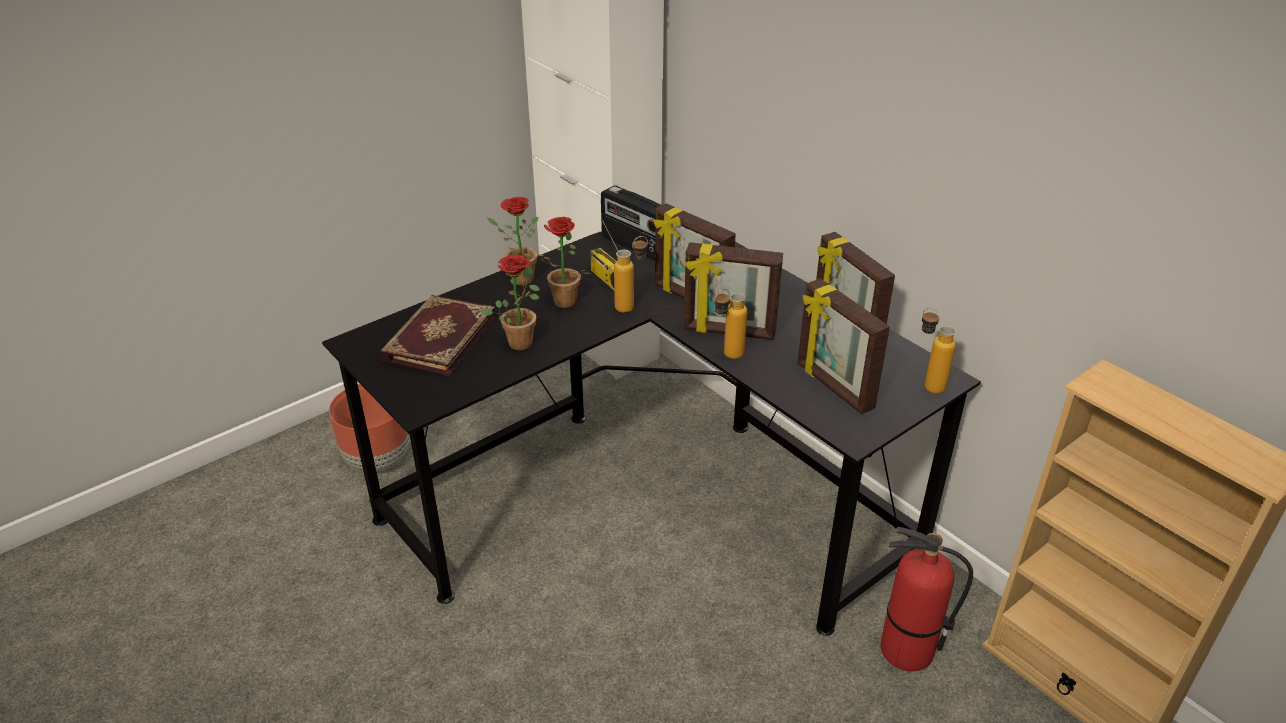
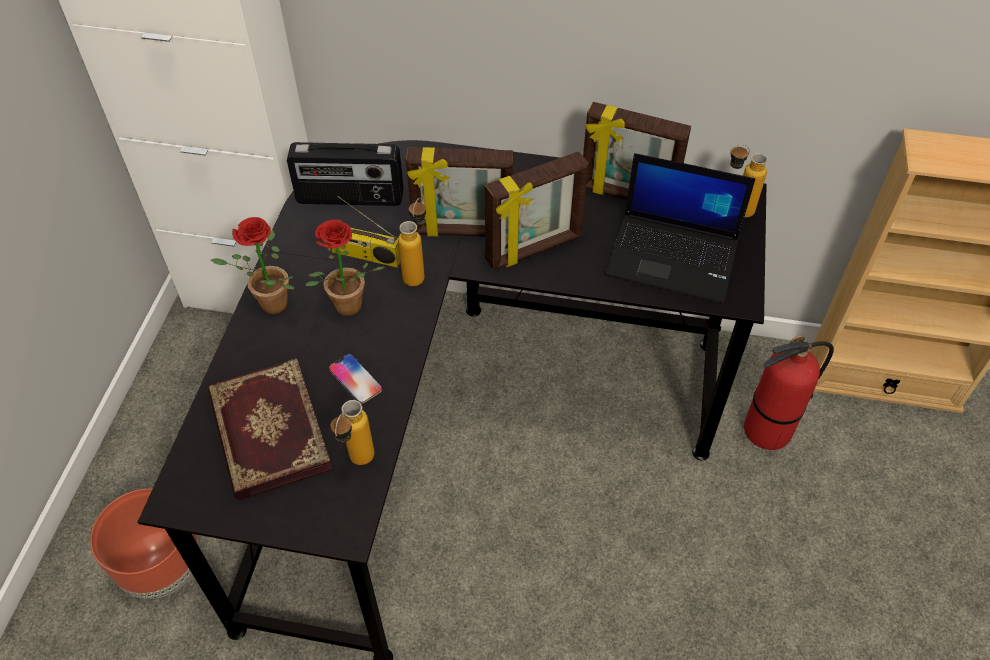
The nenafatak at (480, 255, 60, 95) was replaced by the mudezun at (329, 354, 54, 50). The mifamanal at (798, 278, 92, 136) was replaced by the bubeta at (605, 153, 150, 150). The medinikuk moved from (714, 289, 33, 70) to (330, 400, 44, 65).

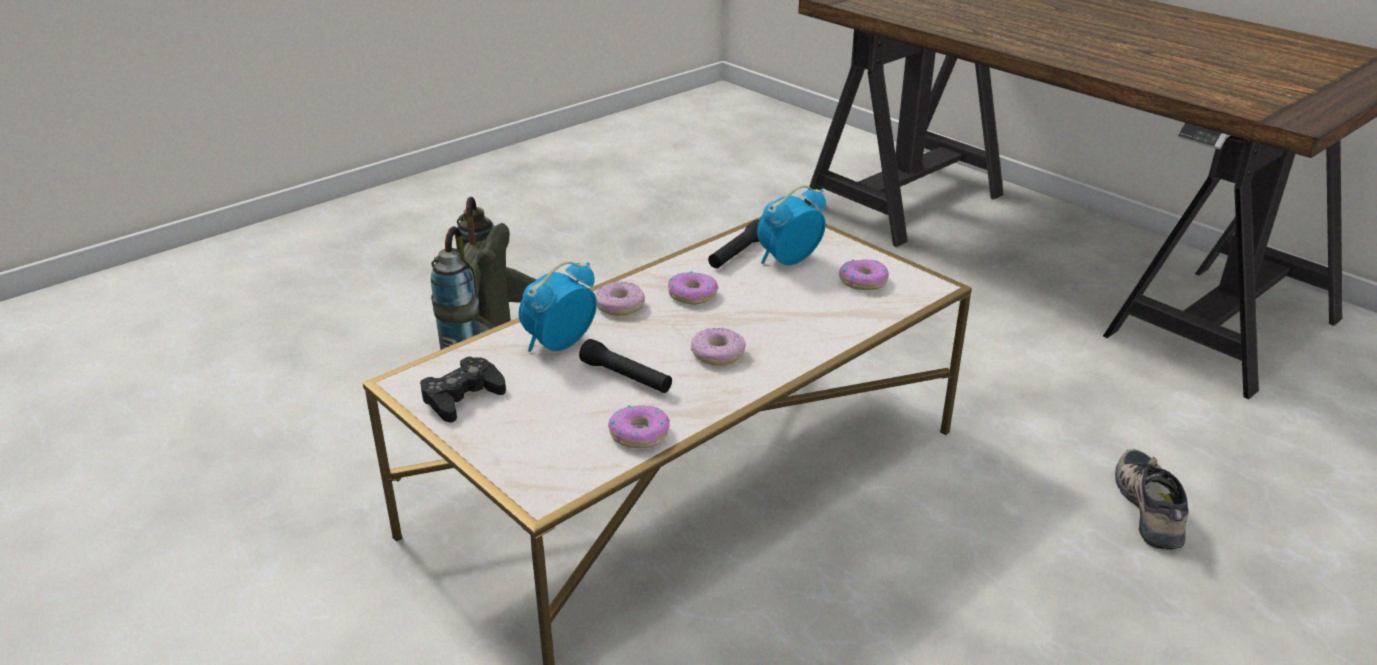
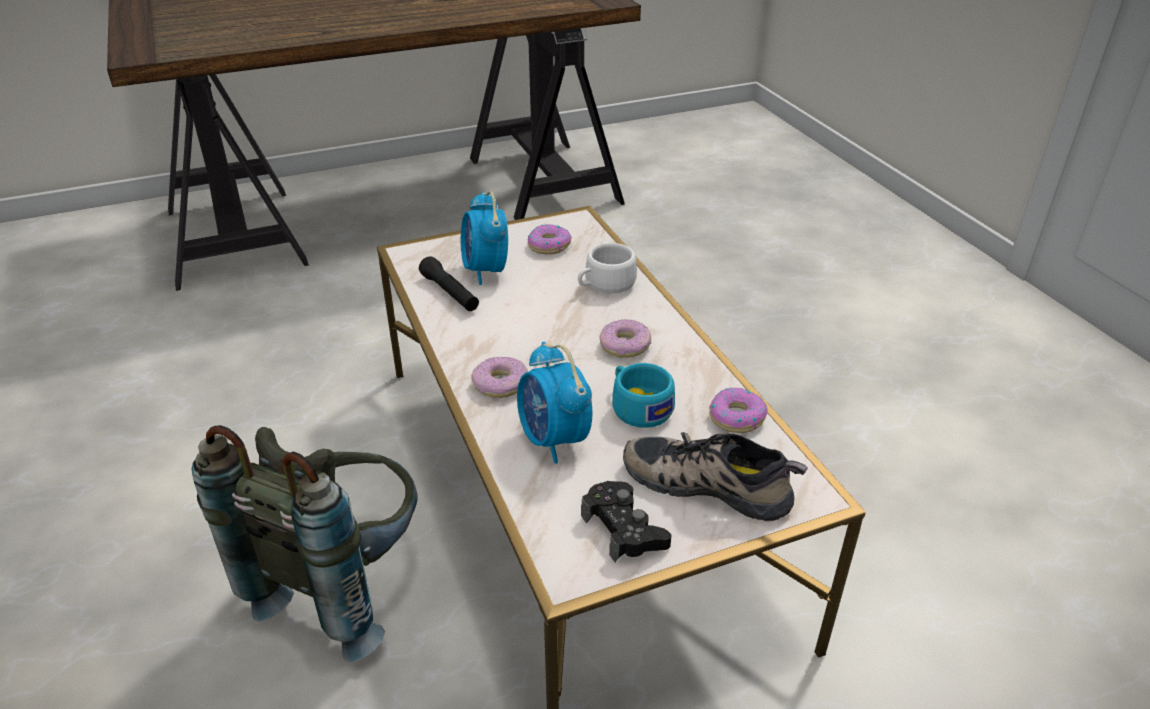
The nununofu at (668, 271, 51, 34) disappeared. The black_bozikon at (579, 339, 93, 54) was replaced by the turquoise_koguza at (612, 363, 63, 65). The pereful moved from (1115, 449, 73, 101) to (623, 432, 185, 90). The white_koguza at (578, 243, 59, 51) appeared.

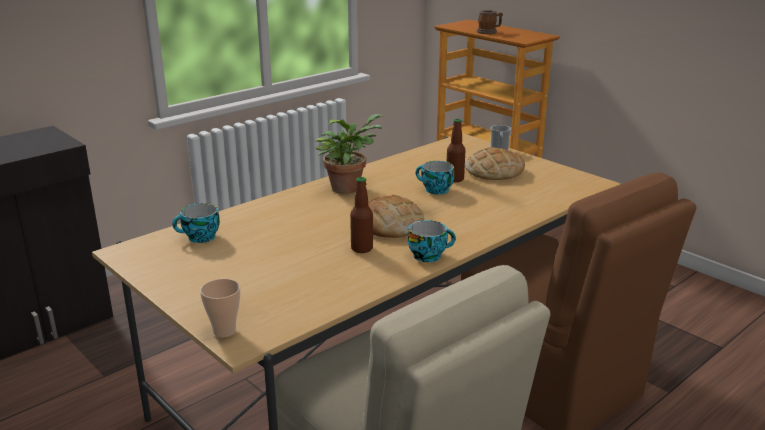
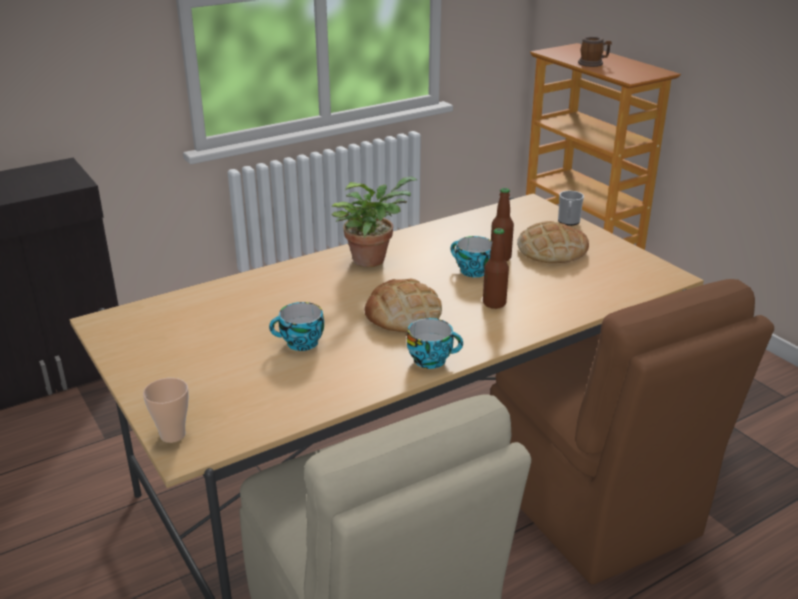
The medinikuk moved from (350, 177, 23, 76) to (483, 228, 26, 81). The koguza moved from (172, 203, 48, 40) to (269, 302, 55, 49).

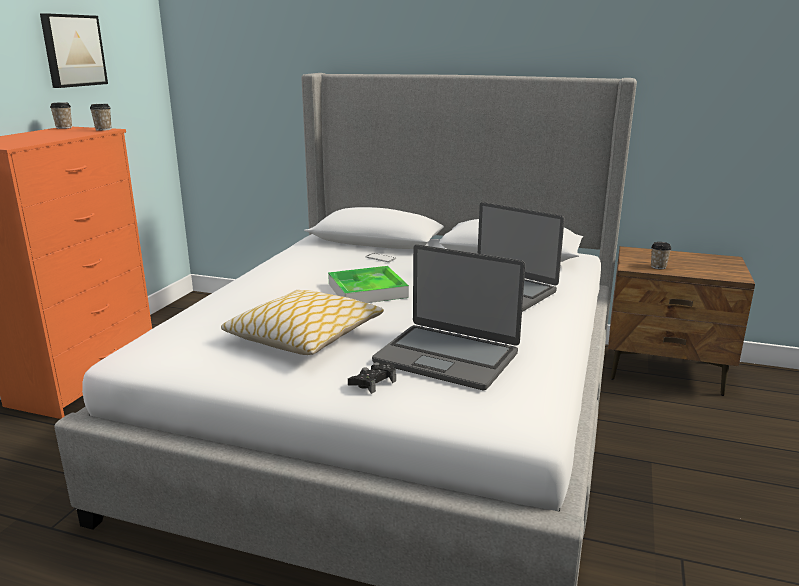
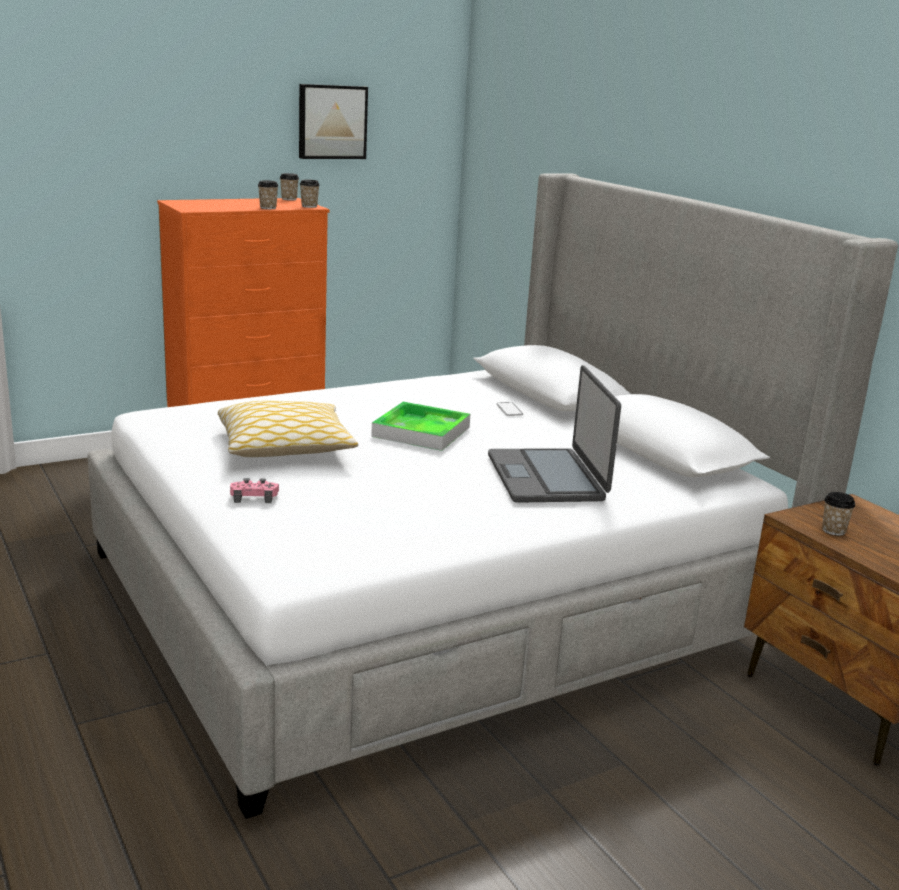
The bubeta at (372, 244, 153, 146) disappeared. The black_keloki at (348, 362, 48, 32) became the pink_keloki at (230, 478, 49, 25). The koguza at (258, 180, 21, 29) appeared.

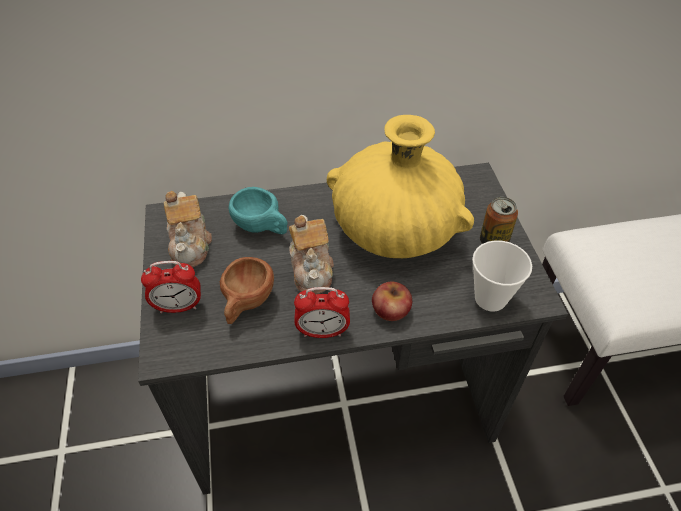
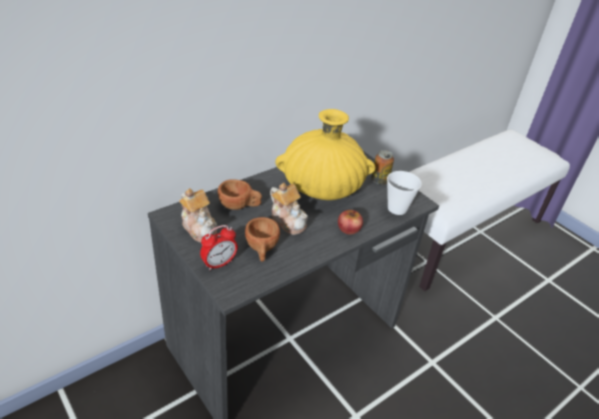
The turquoise_koguza at (229, 187, 59, 47) became the brown_koguza at (218, 179, 44, 31). The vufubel at (294, 287, 56, 51) disappeared.

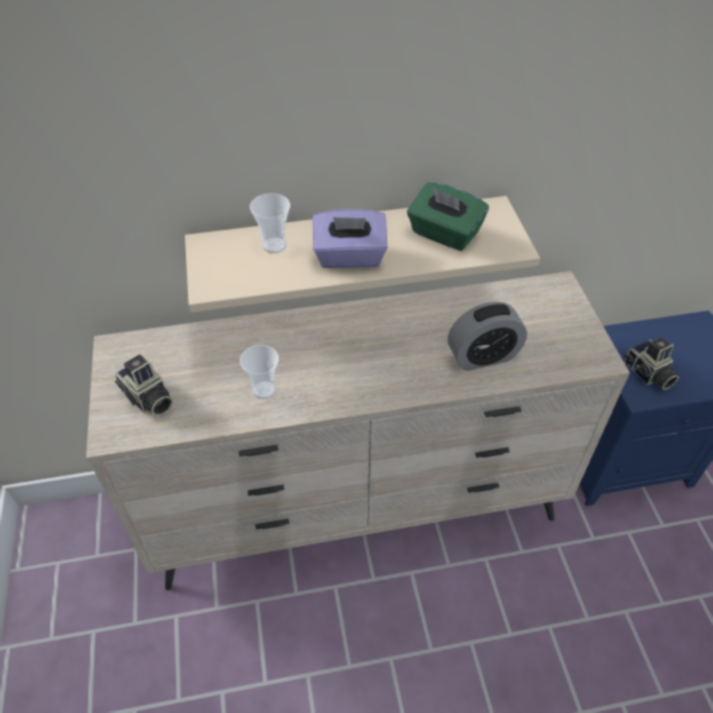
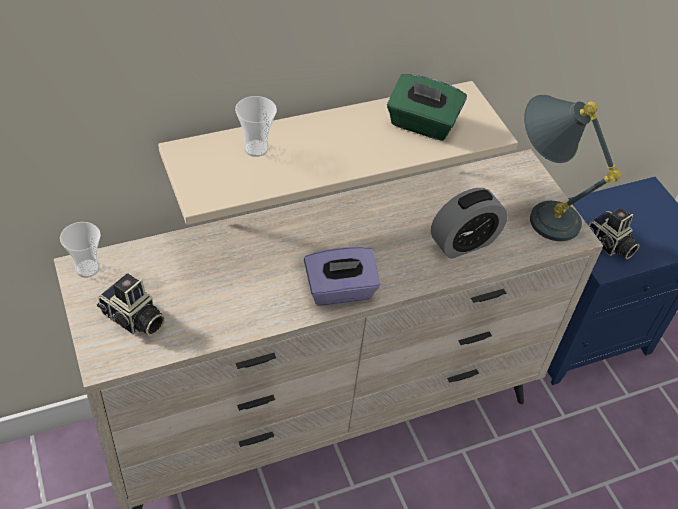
The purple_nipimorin moved from (313, 209, 74, 59) to (304, 247, 76, 59). The koguza moved from (240, 345, 39, 54) to (60, 222, 41, 56). The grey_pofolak at (524, 95, 97, 146) appeared.

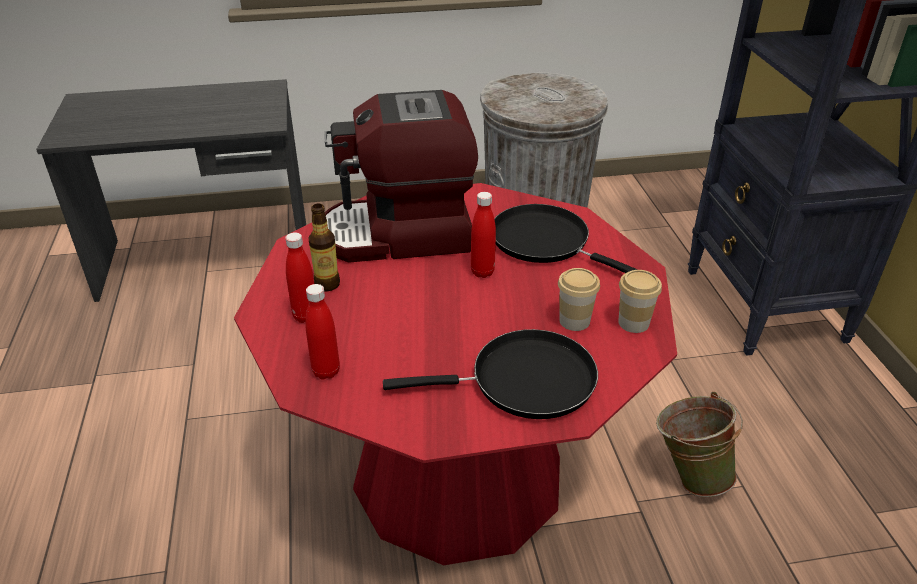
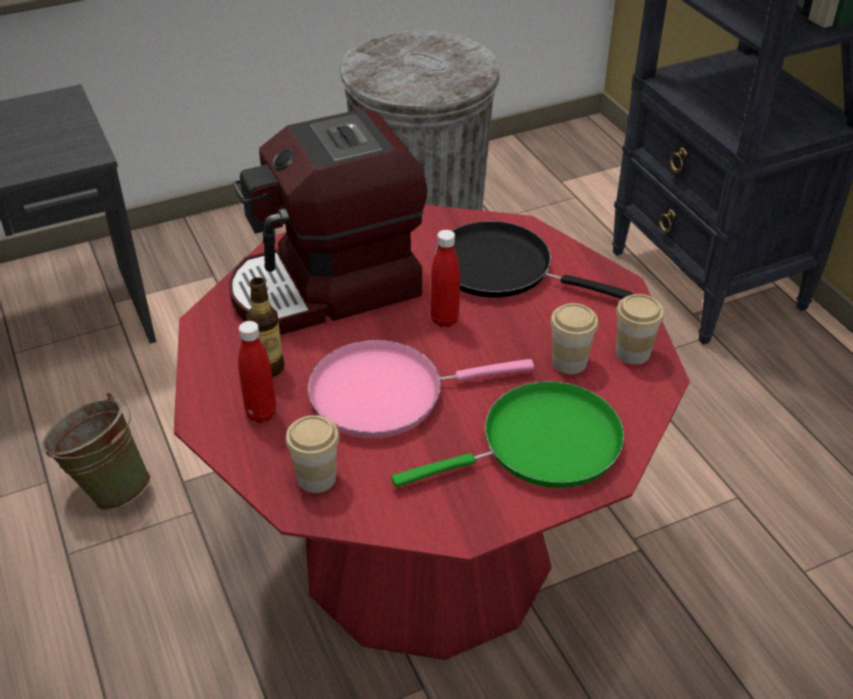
The red_medinikuk at (305, 284, 35, 96) was replaced by the koguza at (286, 415, 53, 78). The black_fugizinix at (383, 329, 215, 90) became the green_fugizinix at (391, 381, 233, 107). The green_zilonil moved from (656, 392, 87, 105) to (42, 393, 109, 118). The pink_fugizinix at (308, 340, 226, 98) appeared.

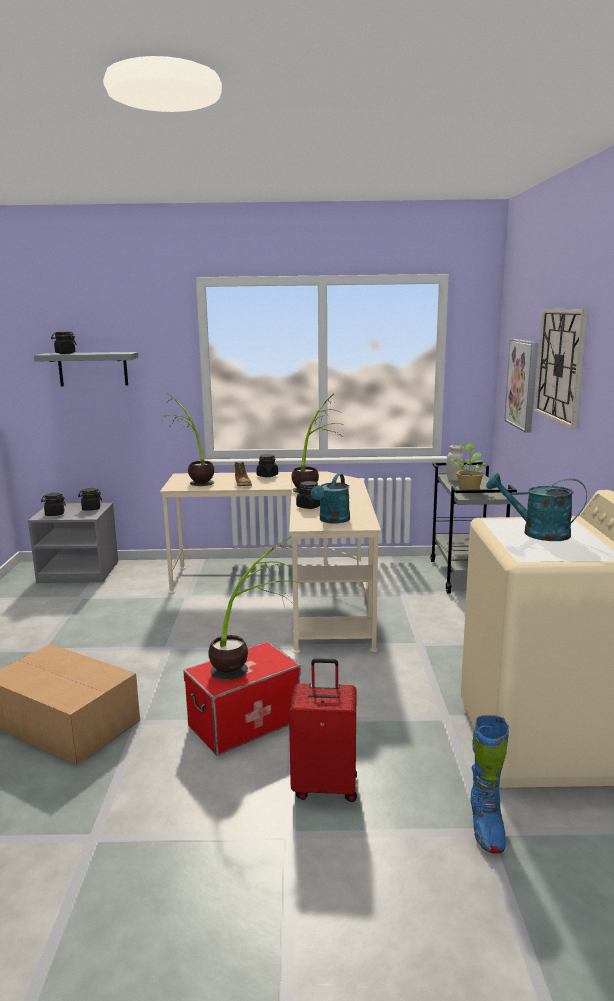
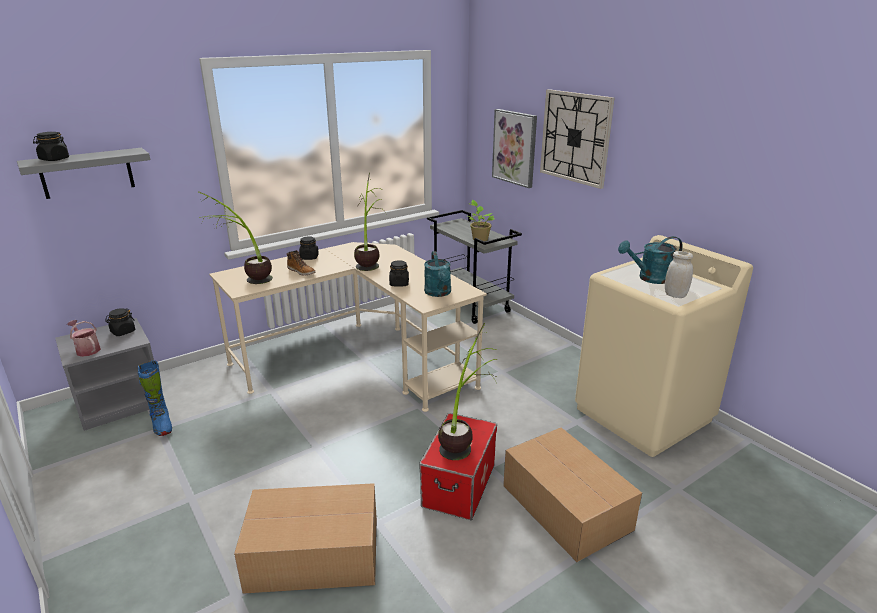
The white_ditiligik moved from (446, 445, 18, 36) to (665, 251, 28, 47). The black_ditiligik at (41, 493, 25, 23) was replaced by the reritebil at (67, 320, 34, 37). The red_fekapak at (289, 658, 68, 144) was replaced by the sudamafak at (503, 427, 139, 135). The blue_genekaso moved from (471, 715, 38, 139) to (138, 360, 34, 76).

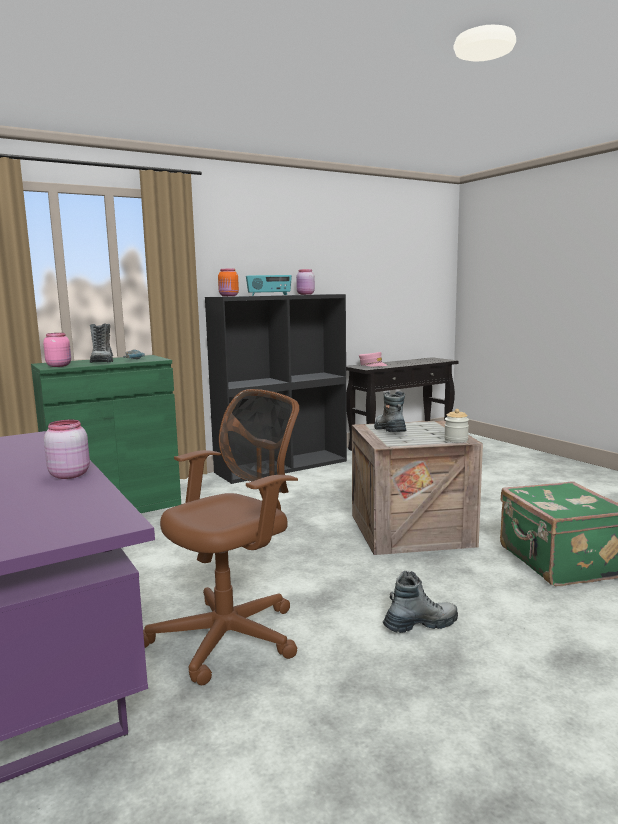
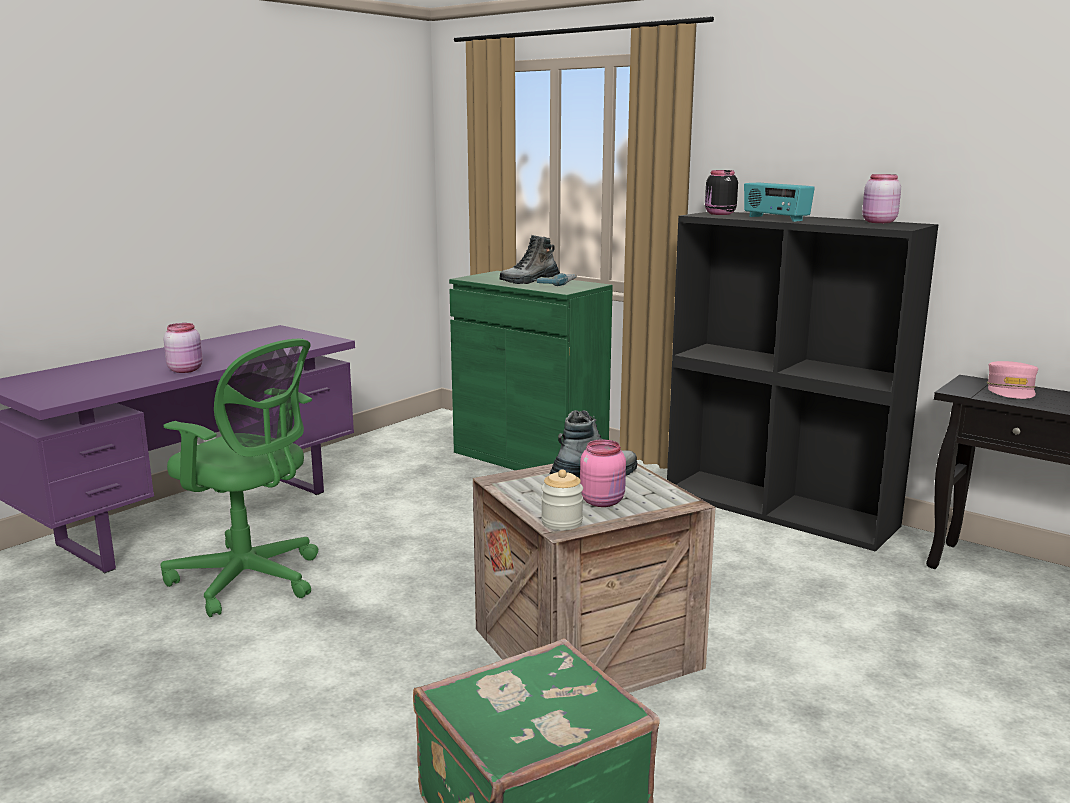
The orange_ditiligik at (218, 269, 21, 27) became the black_ditiligik at (705, 170, 33, 45). The pink_ditiligik moved from (43, 333, 28, 34) to (580, 440, 46, 67). The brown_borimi at (143, 389, 156, 296) became the green_borimi at (161, 339, 158, 278). The genekaso at (383, 571, 75, 62) disappeared.

